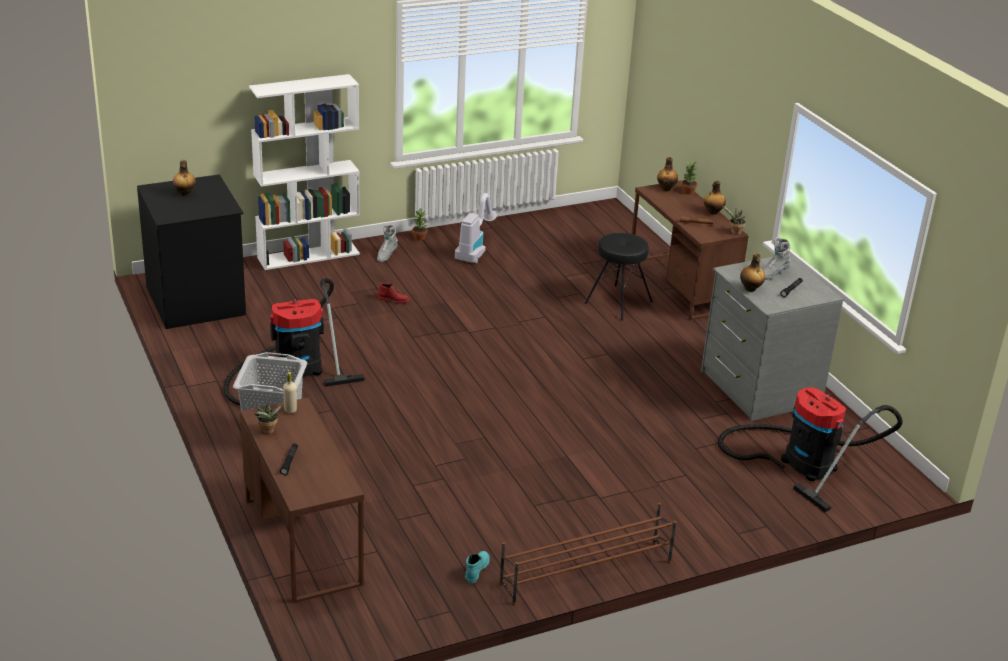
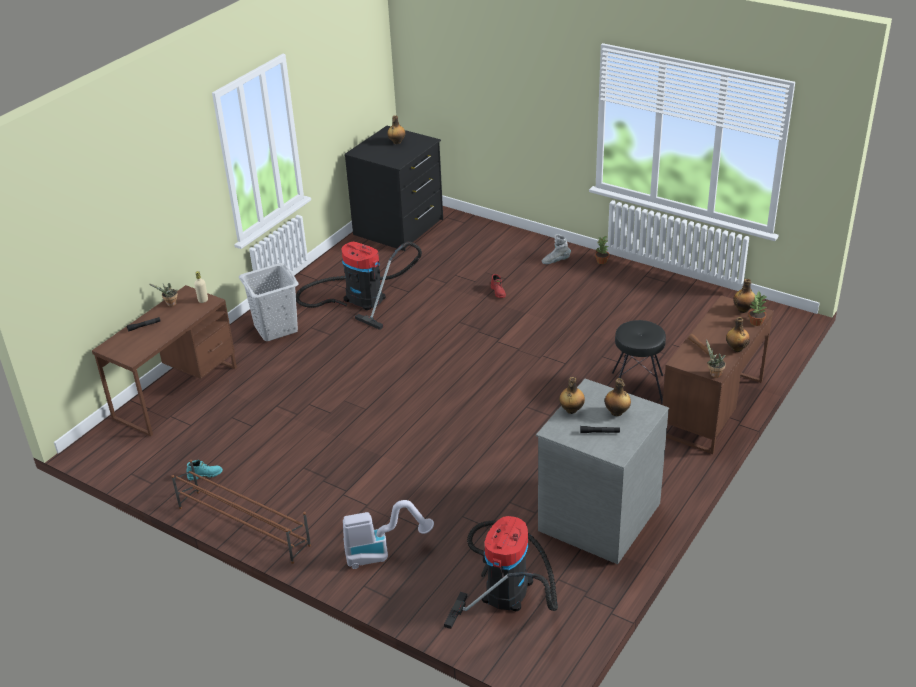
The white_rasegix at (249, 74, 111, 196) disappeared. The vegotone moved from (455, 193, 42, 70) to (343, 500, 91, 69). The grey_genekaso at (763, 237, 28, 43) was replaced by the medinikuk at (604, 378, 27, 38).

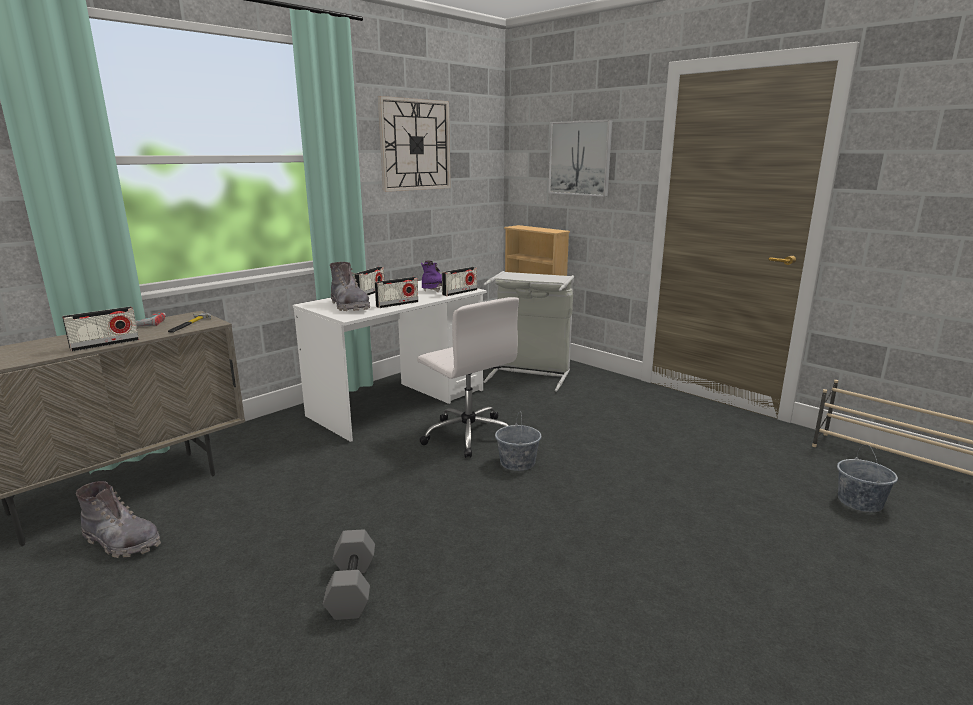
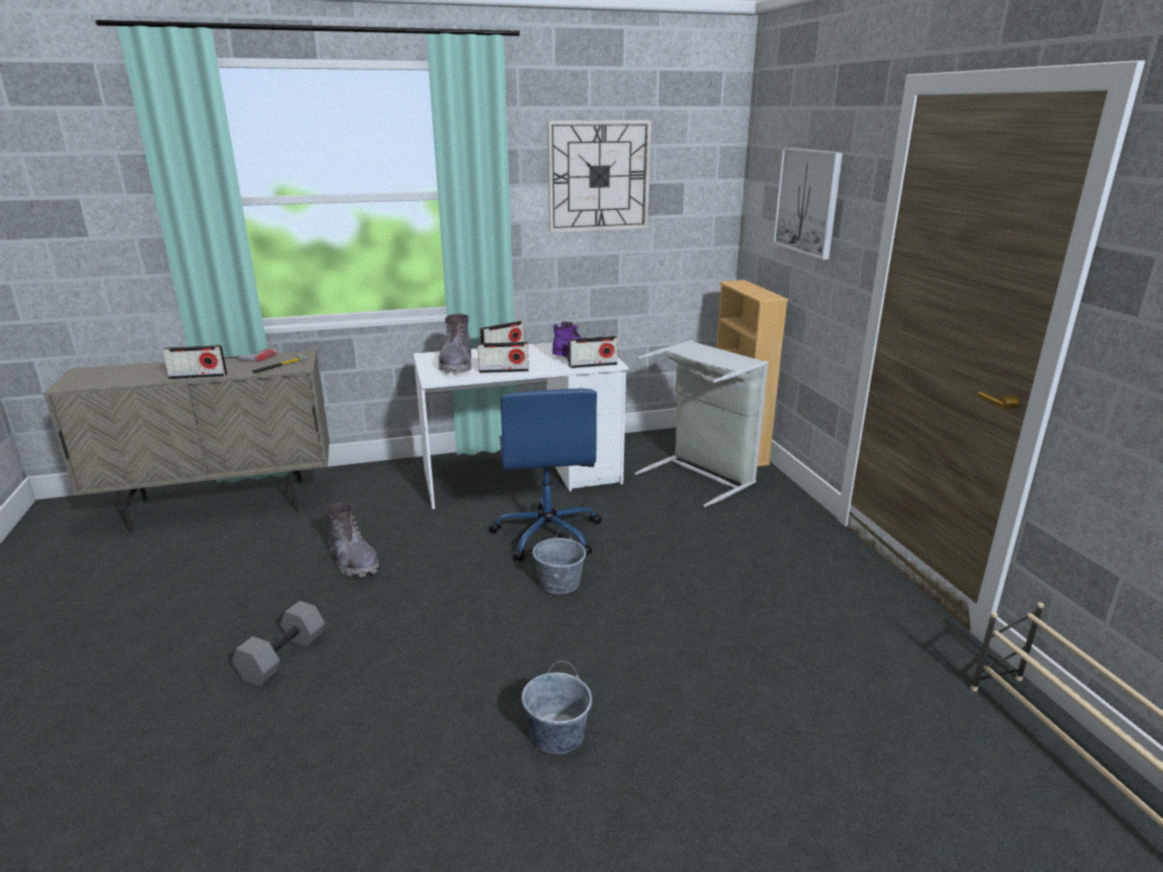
The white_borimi at (417, 297, 102, 161) became the blue_borimi at (489, 388, 113, 174). The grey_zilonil moved from (837, 445, 61, 67) to (522, 661, 70, 93). The grey_genekaso moved from (76, 481, 85, 77) to (325, 503, 54, 74).

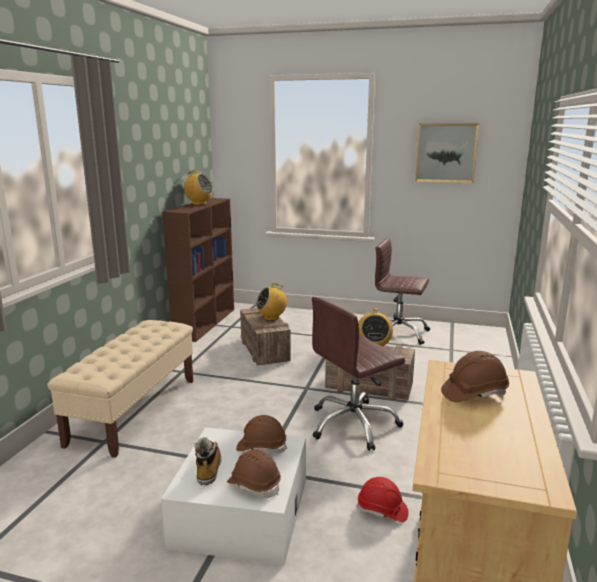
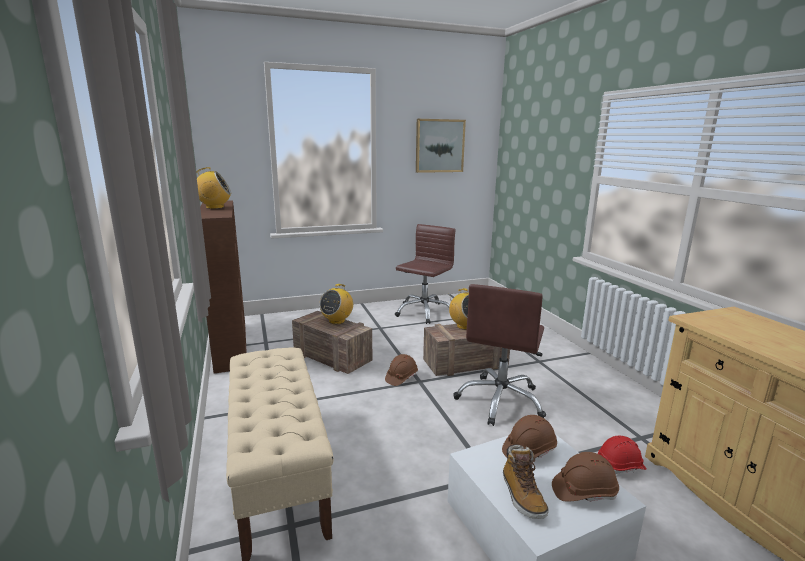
The brown_borimi at (375, 238, 55, 107) turned 135 degrees clockwise. The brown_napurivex moved from (441, 351, 68, 51) to (385, 354, 33, 32). The genekaso at (194, 437, 27, 49) turned 150 degrees counterclockwise.

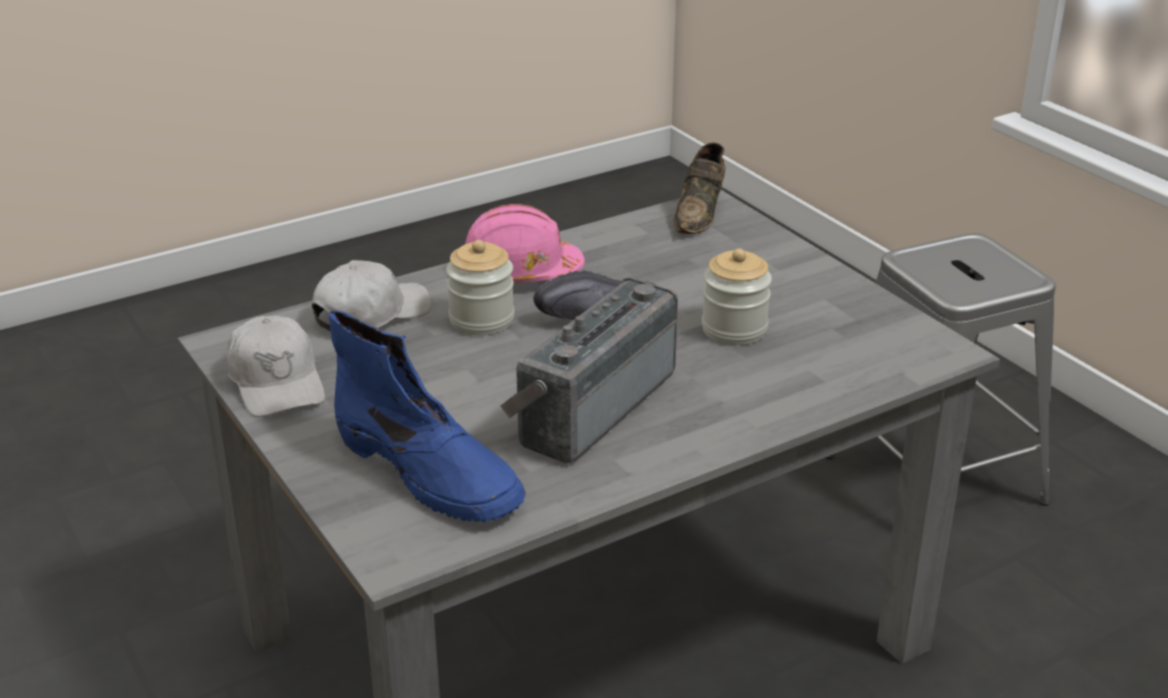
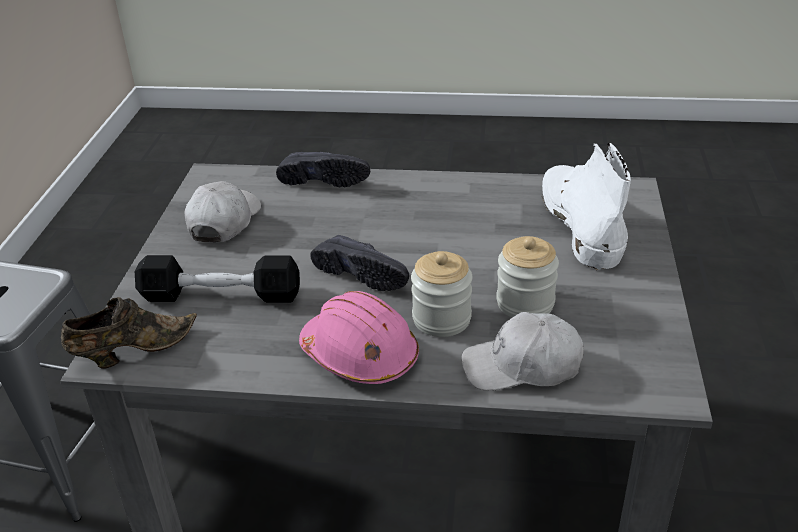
The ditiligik moved from (702, 249, 70, 96) to (496, 236, 63, 81). The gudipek at (501, 278, 177, 185) disappeared. The blue_genekaso at (329, 310, 197, 212) became the white_genekaso at (541, 143, 90, 127). The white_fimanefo moved from (227, 316, 98, 101) to (184, 181, 77, 61). The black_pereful at (276, 152, 94, 35) appeared. The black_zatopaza at (135, 255, 165, 47) appeared.

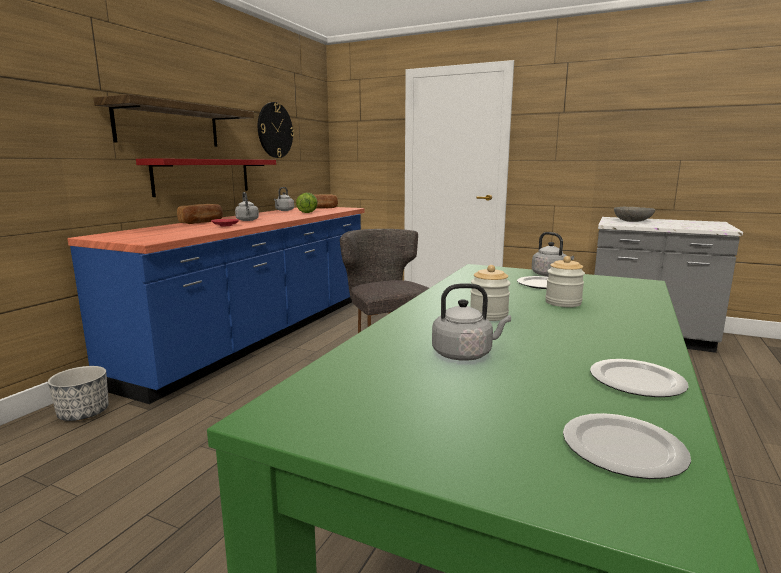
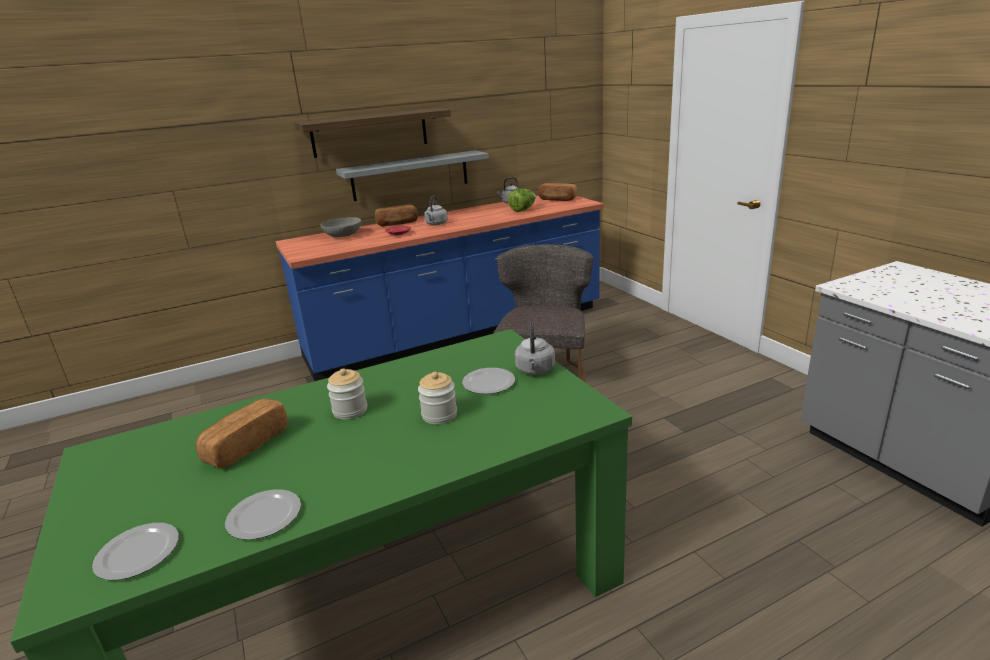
The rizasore at (258, 102, 36, 56) disappeared. The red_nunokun at (136, 158, 140, 39) became the grey_nunokun at (336, 150, 153, 51). The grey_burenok moved from (614, 207, 41, 15) to (320, 217, 41, 20). The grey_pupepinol at (432, 283, 79, 78) was replaced by the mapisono at (196, 398, 92, 71). The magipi at (48, 366, 61, 55) disappeared.

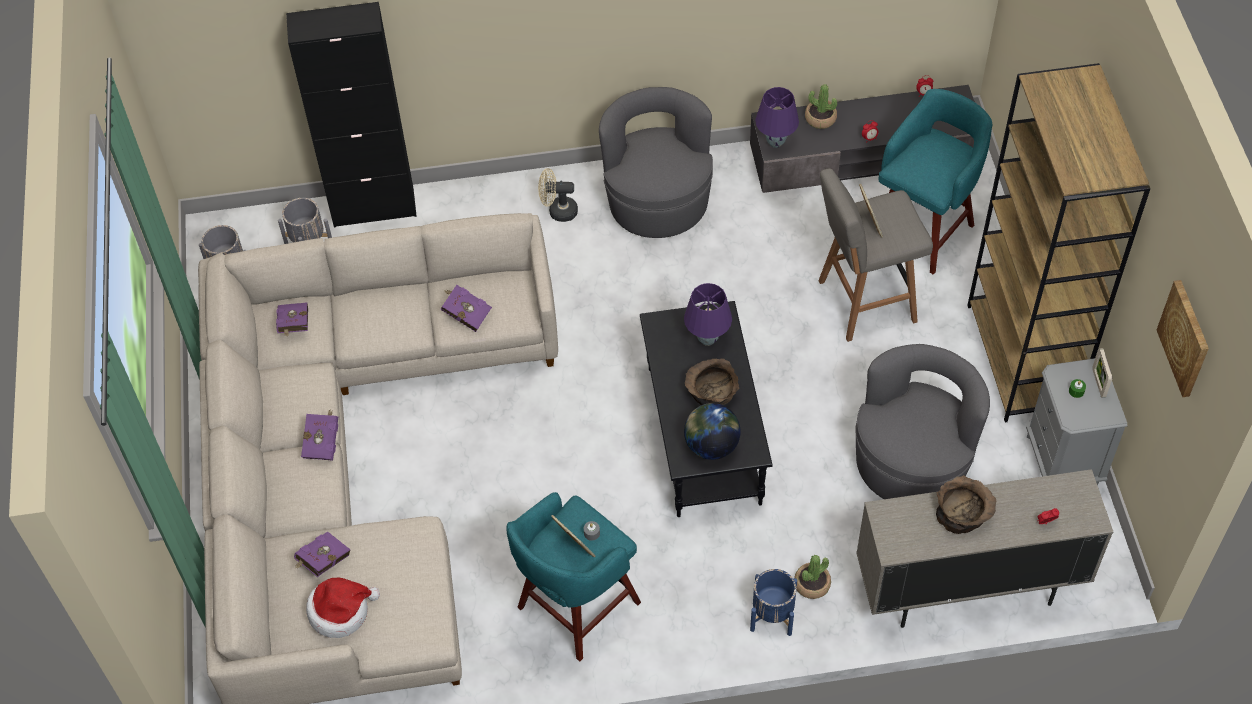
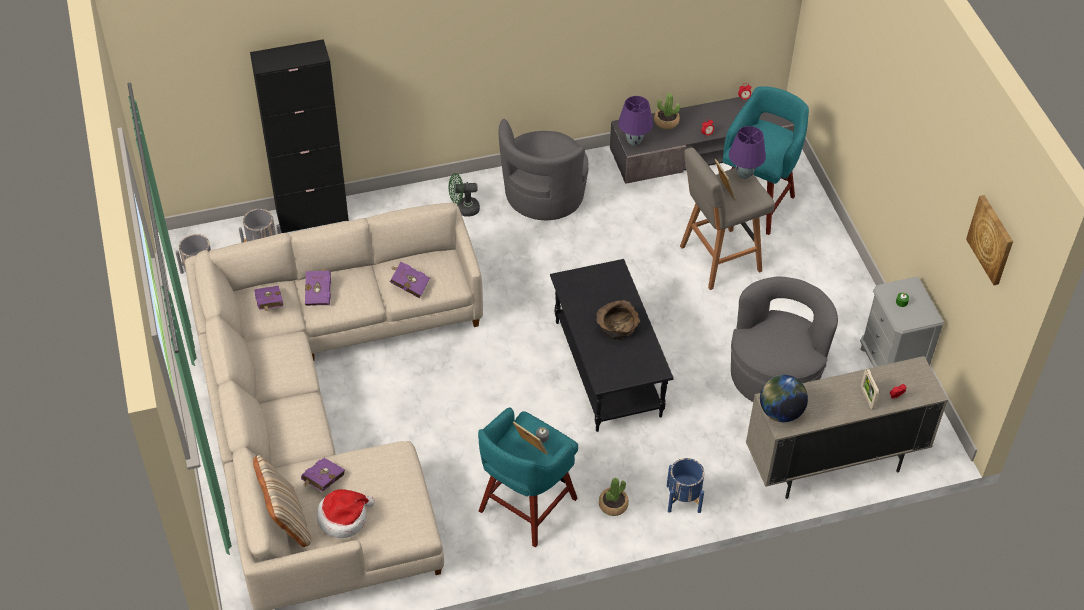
The brown_rasegix at (967, 63, 184, 359) disappeared. The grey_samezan at (599, 87, 114, 151) turned 135 degrees counterclockwise. The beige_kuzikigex at (538, 168, 40, 54) became the green_kuzikigex at (449, 173, 31, 44). The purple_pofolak moved from (684, 283, 48, 63) to (729, 126, 37, 53). The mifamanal moved from (1092, 348, 20, 50) to (861, 368, 18, 42). The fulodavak moved from (684, 403, 57, 57) to (760, 375, 48, 47). The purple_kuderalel moved from (301, 409, 37, 52) to (305, 267, 26, 39). The brown_burenok at (936, 475, 60, 59) disappeared. The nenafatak moved from (794, 555, 37, 44) to (599, 478, 30, 38). The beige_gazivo at (253, 455, 59, 92) appeared.

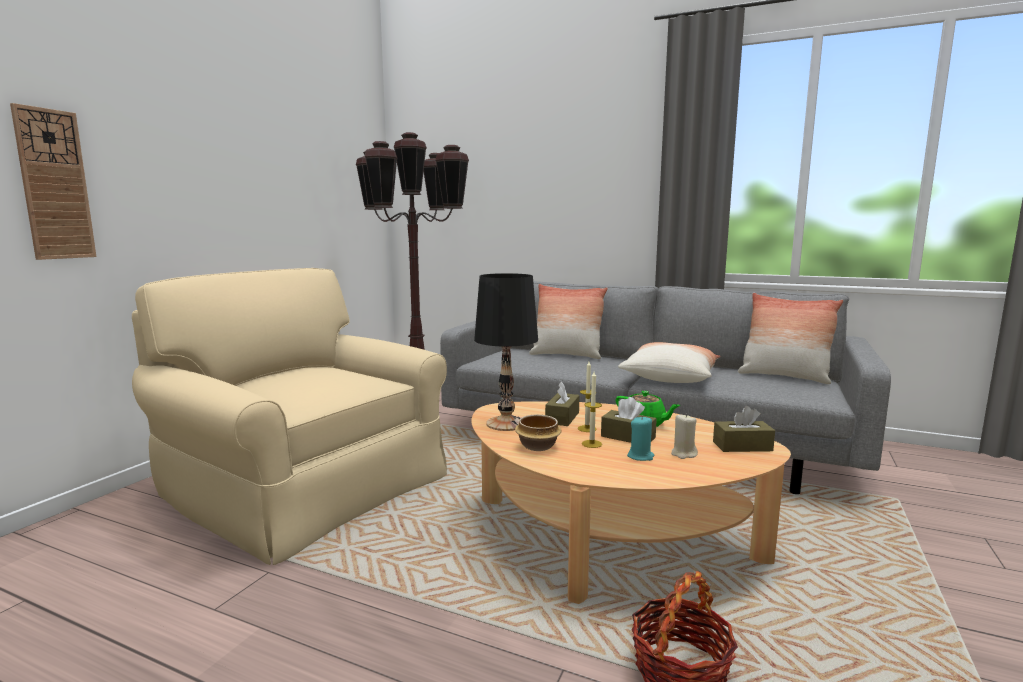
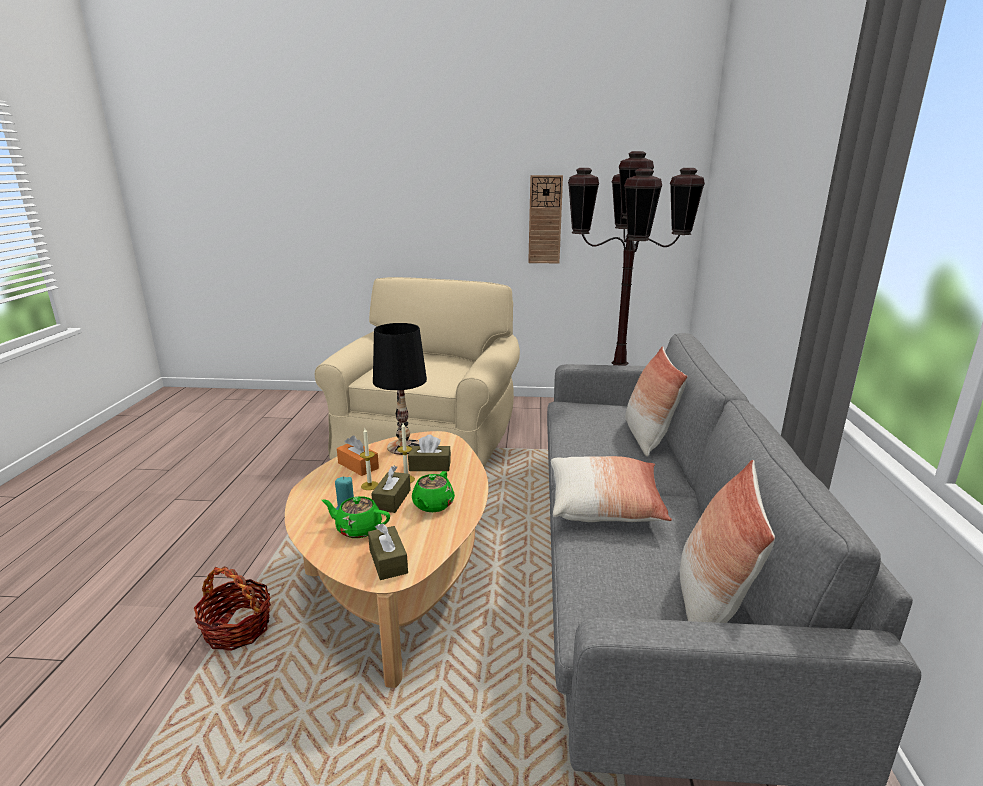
The rizasore moved from (10, 103, 86, 157) to (528, 175, 35, 88). The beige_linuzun at (671, 414, 27, 45) was replaced by the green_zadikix at (322, 496, 68, 42). The burenok at (515, 415, 47, 36) was replaced by the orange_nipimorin at (337, 435, 42, 41).

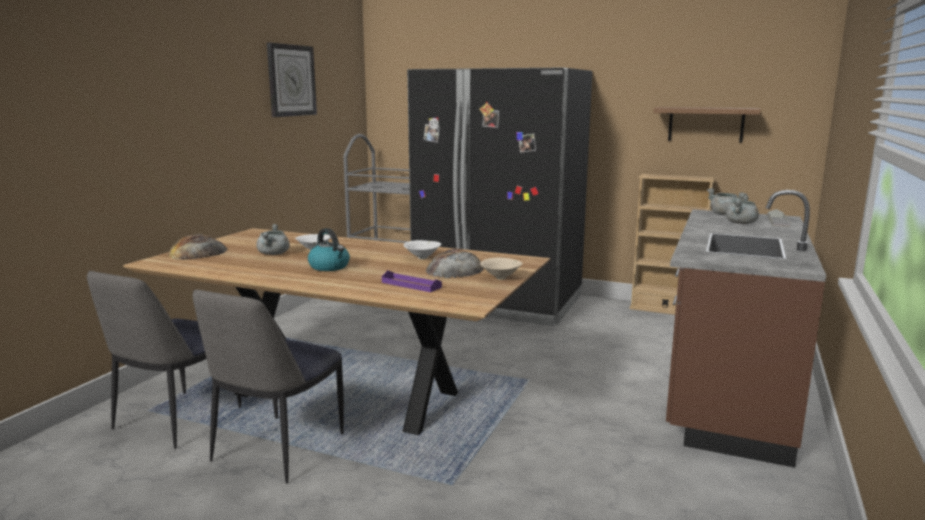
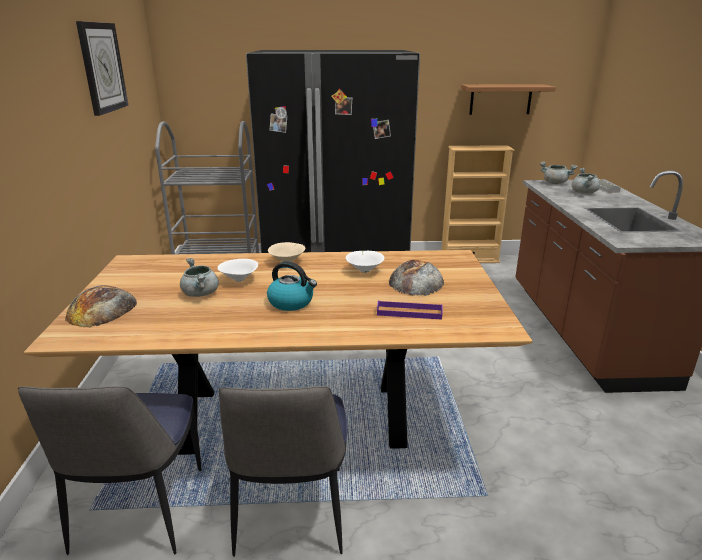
The beige_burenok moved from (480, 257, 43, 23) to (268, 242, 37, 20).

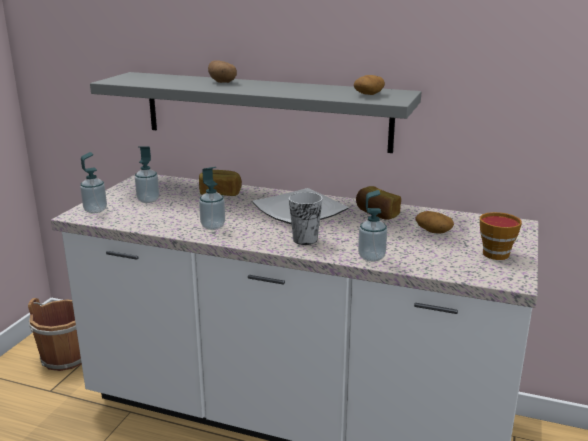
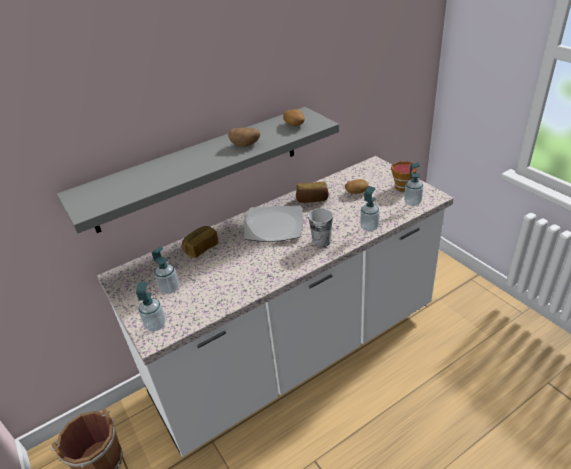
The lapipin moved from (208, 60, 29, 23) to (228, 128, 32, 19). The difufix moved from (199, 167, 26, 63) to (404, 162, 19, 44).

